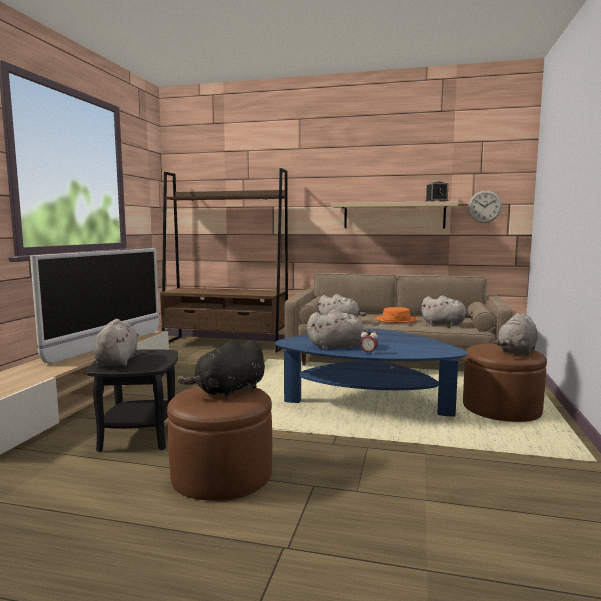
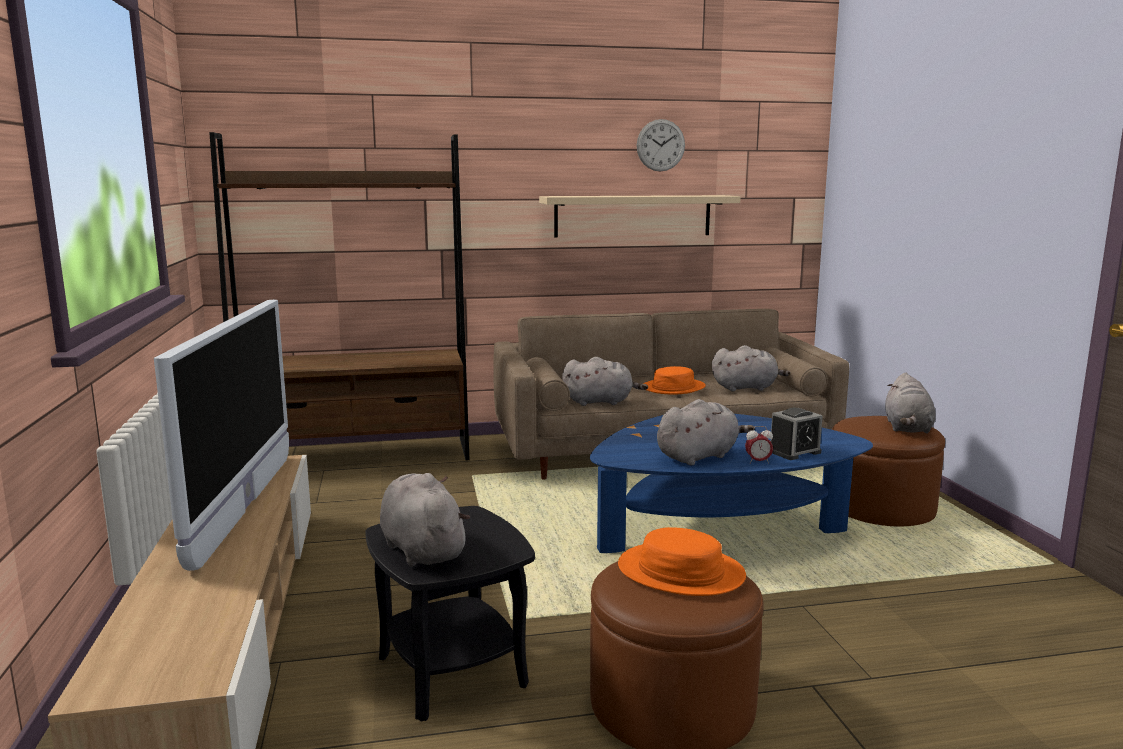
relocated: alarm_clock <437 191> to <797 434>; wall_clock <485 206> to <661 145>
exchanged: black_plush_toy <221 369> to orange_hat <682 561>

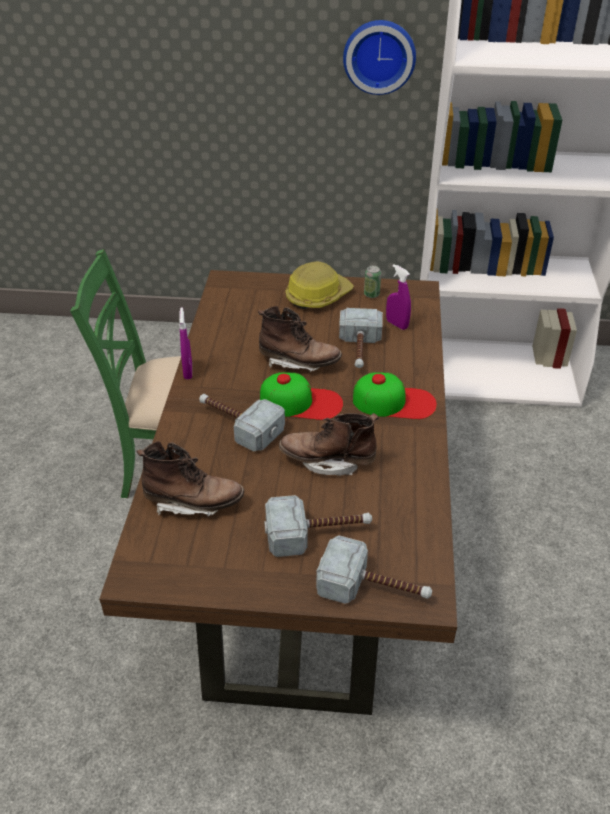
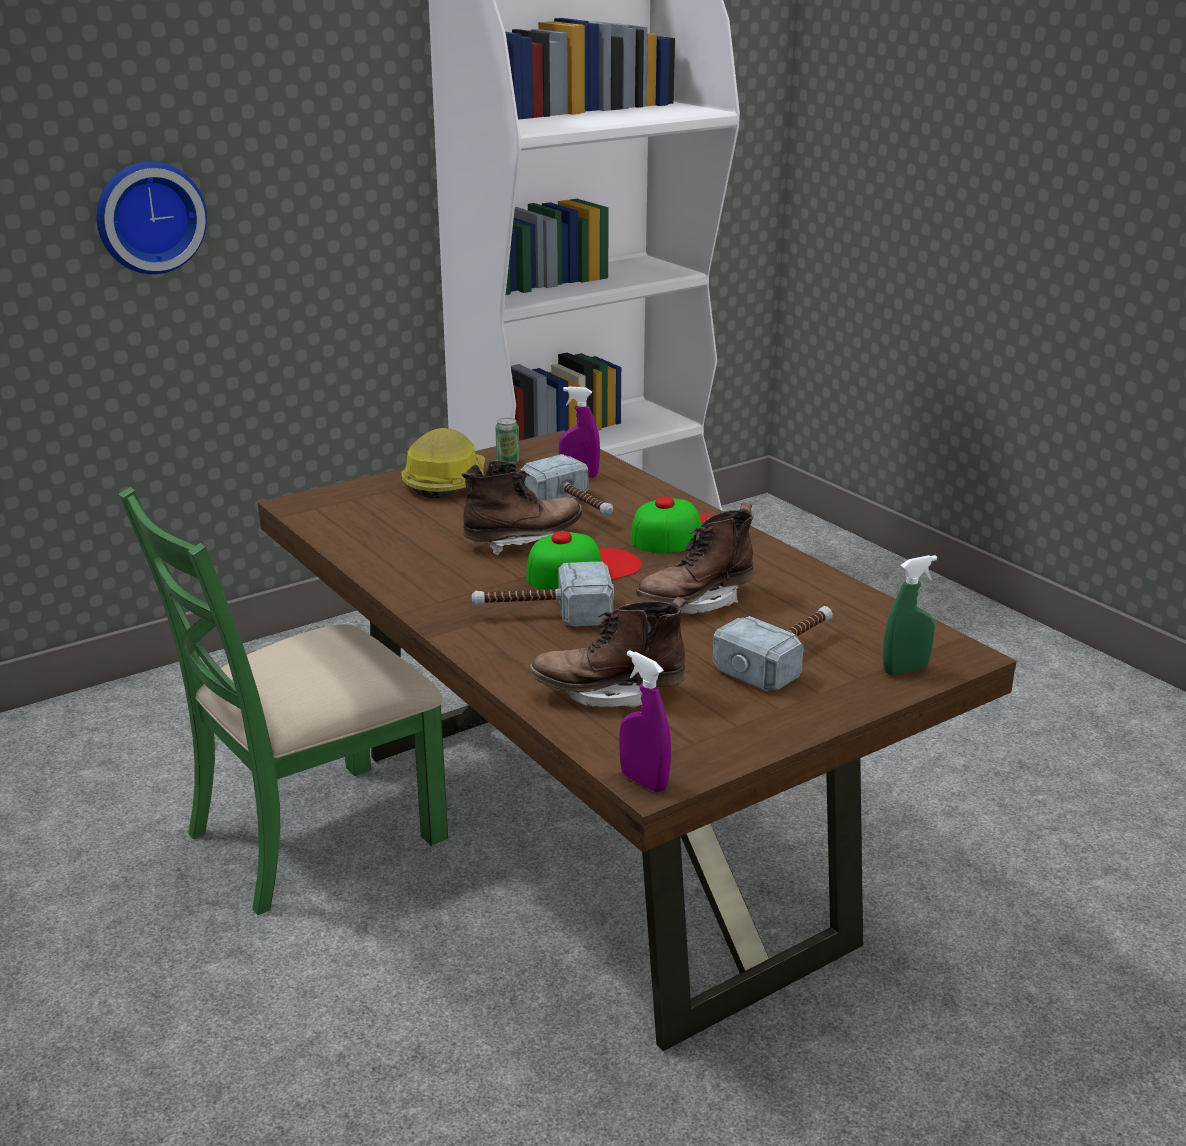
relocated: purple_spray_bottle <185 343> to <645 721>; wall_clock <379 57> to <152 217>
exchanged: hammer <374 569> to green_spray_bottle <910 615>
spun: brown_boot <190 479> = <608 652> 150 degrees counterclockwise

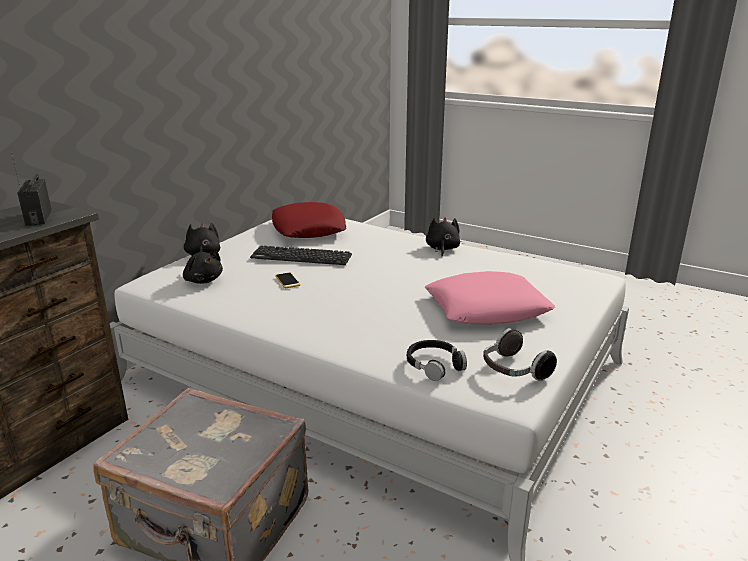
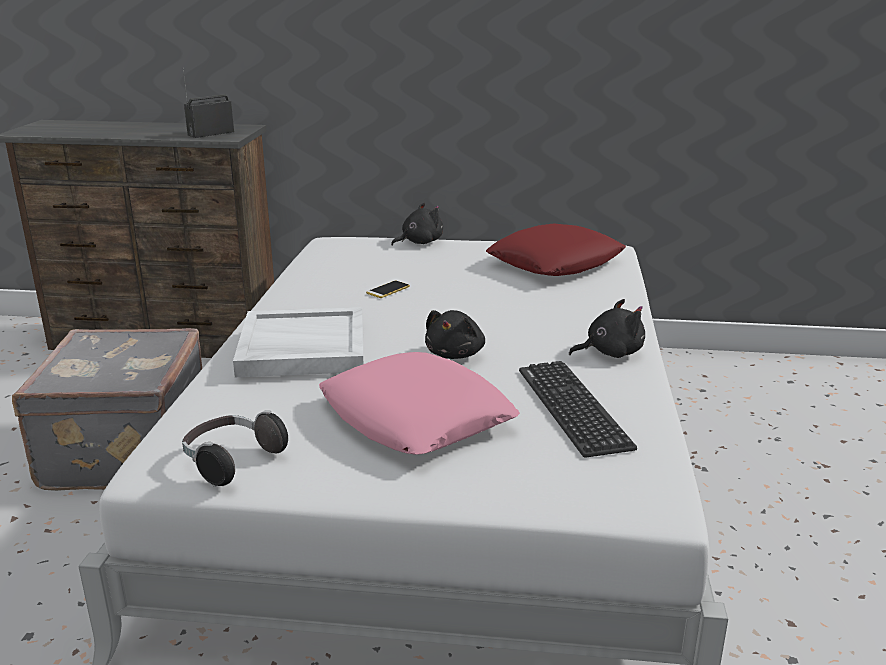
missing: black_headphones <437 360>
appeared: white_tray <298 342>
relocated: black_plush_toy <203 267> to <455 334>; keyboard <301 255> to <578 409>

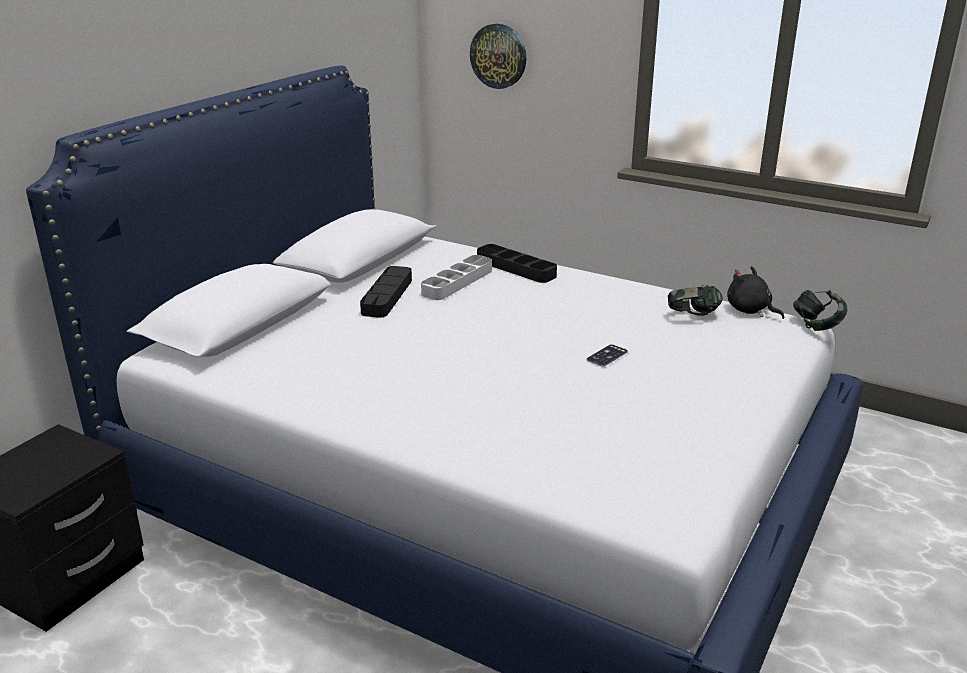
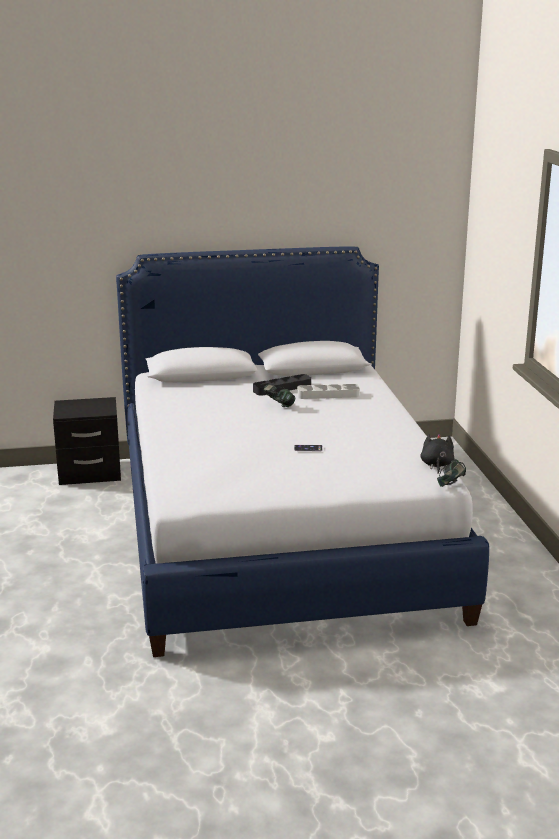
missing: wall_clock <498 56>; black_tray <517 263>
relocated: headphones <695 300> to <279 396>

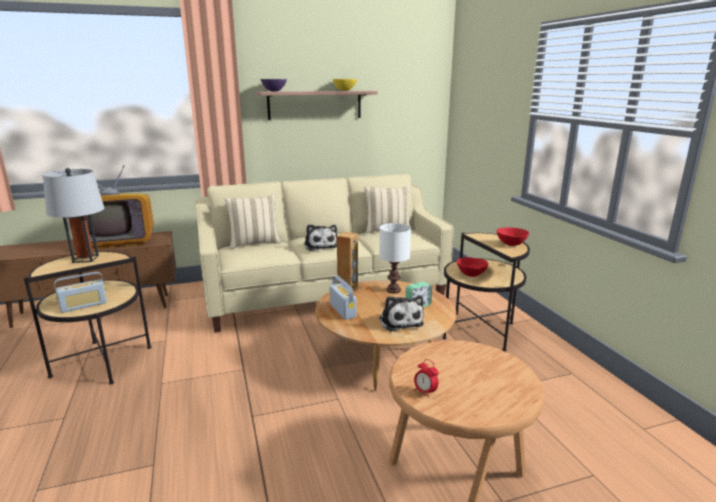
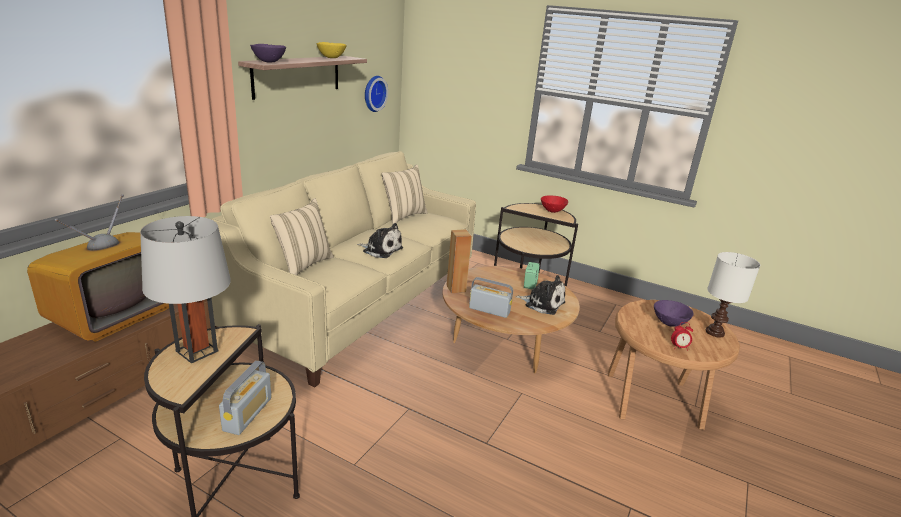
missing: red_bowl <472 267>
appeared: wall_clock <376 94>; purple_bowl <674 313>
relocated: white_table_lamp <395 258> to <733 295>

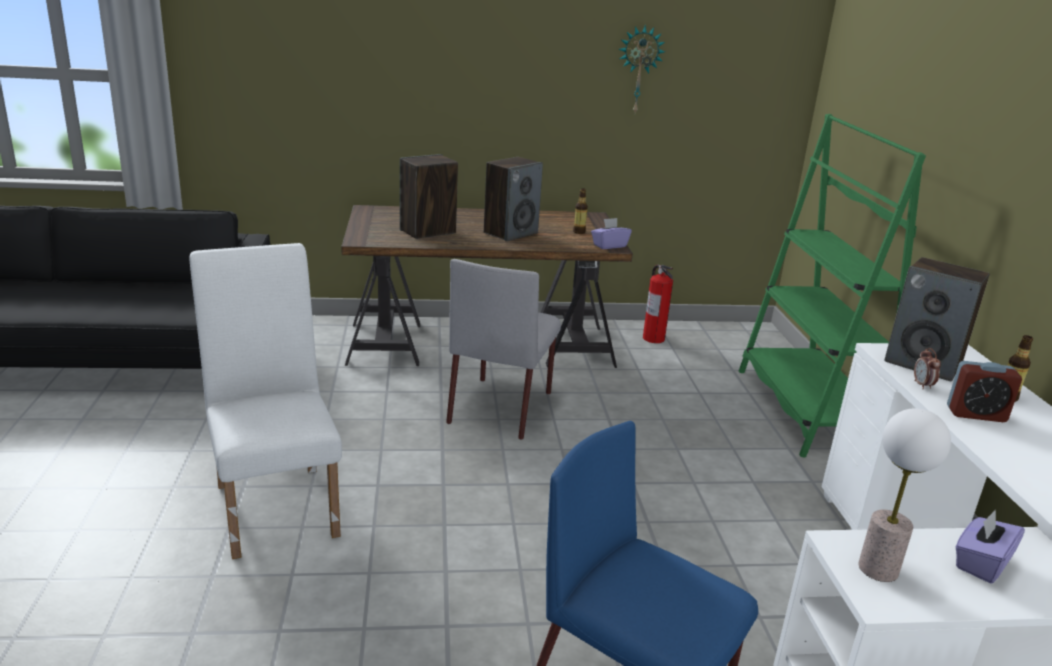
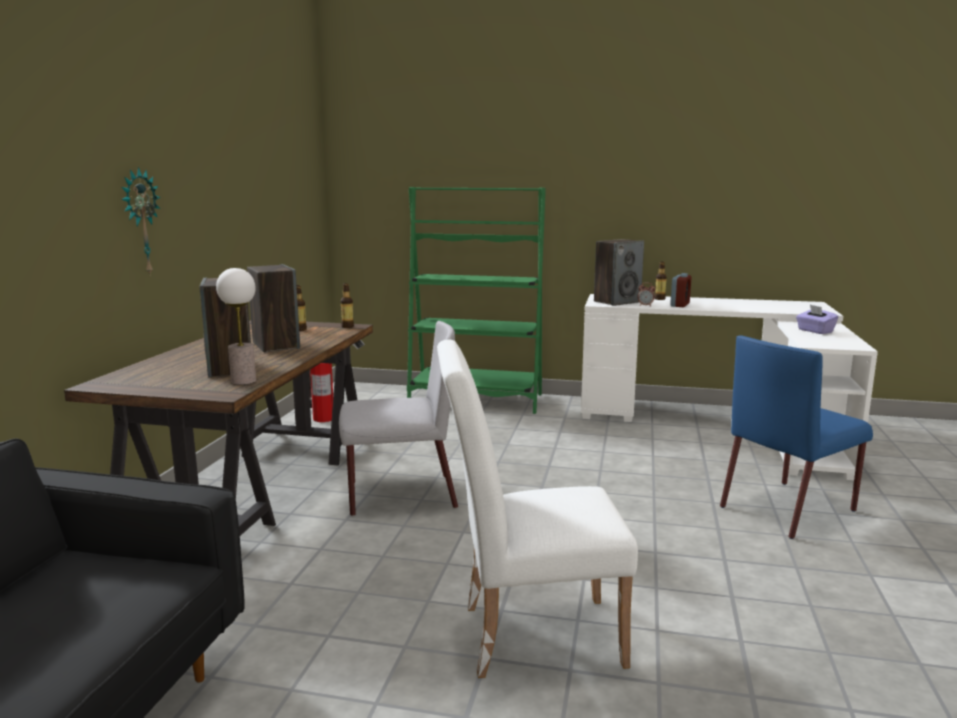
relocated: wall_clock <641 69> to <141 221>; table_lamp <904 495> to <236 326>
exchanged: purple_tissue_box <611 233> to bottle <347 305>
spun: grey_chair <503 349> = <398 418> 45 degrees counterclockwise

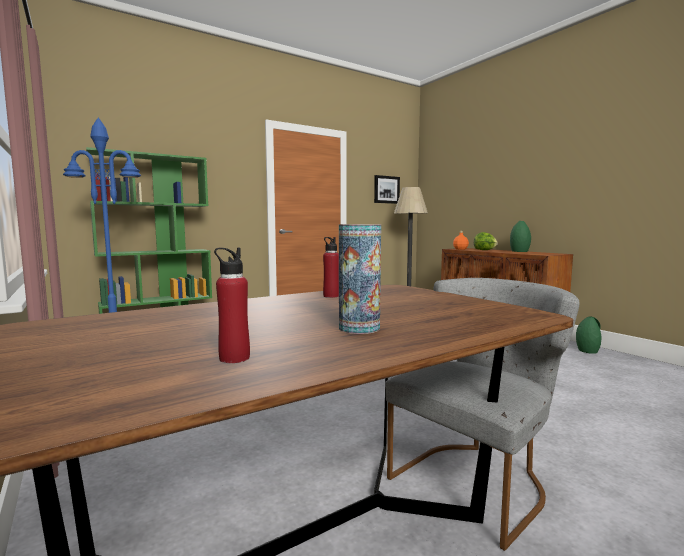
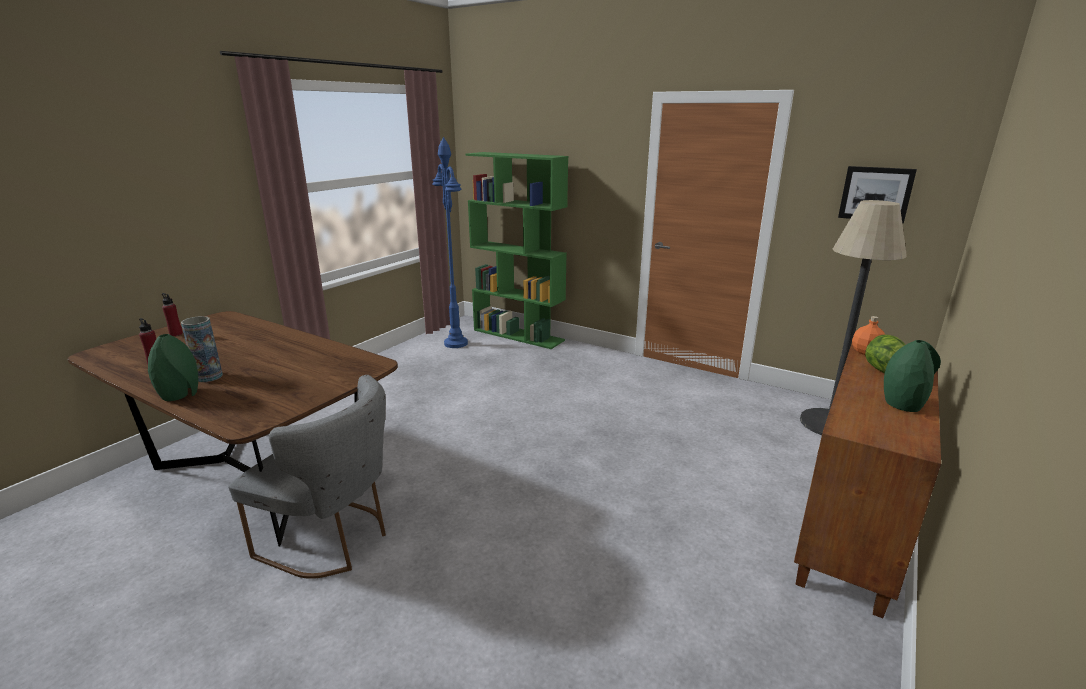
relocated: red_bottle <331 267> to <172 314>; green_vase <588 335> to <173 367>

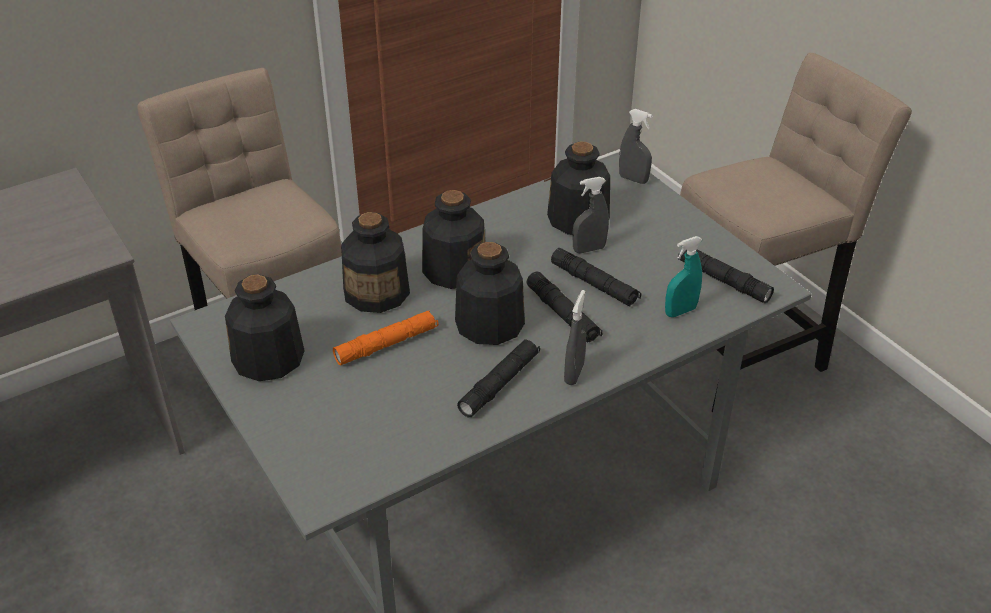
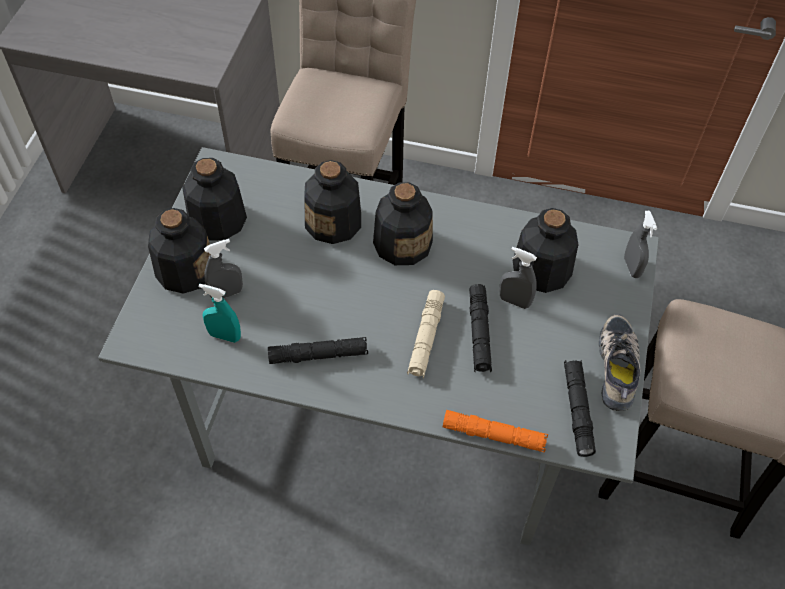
appeared: shoe <619 362>
relocated: orange_flashlight <386 337> to <495 431>; bottle <490 293> to <179 251>; grey_spray_bottle <575 337> to <223 268>; turquoise_spray_bottle <683 276> to <220 313>
colour: black_flashlight <565 307> to beige_flashlight <426 334>

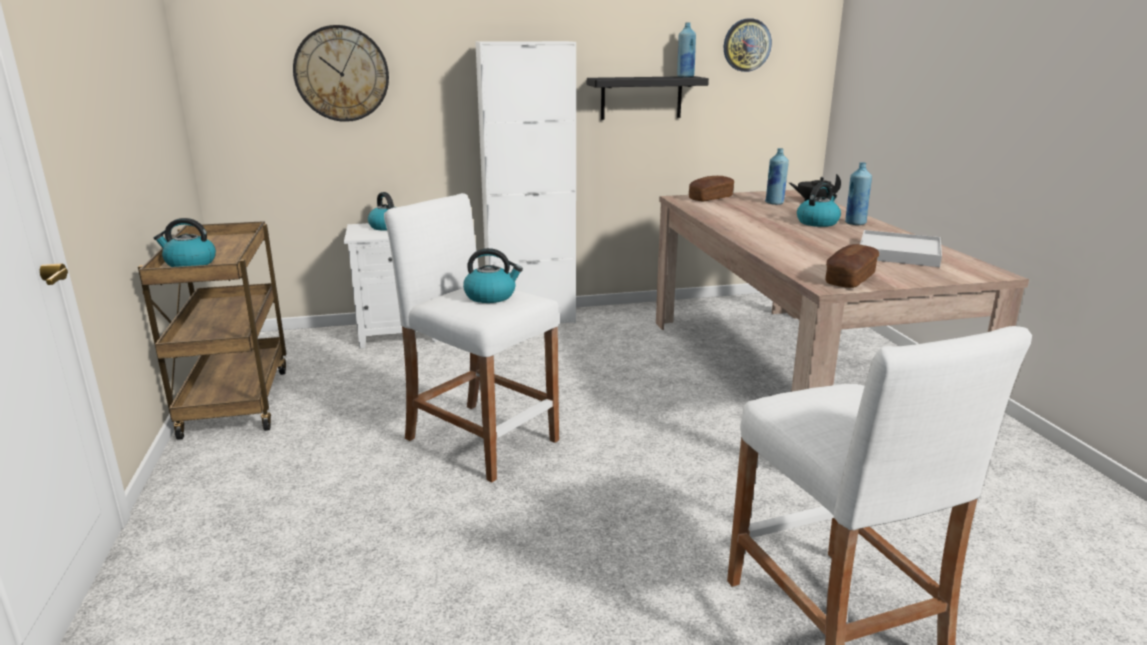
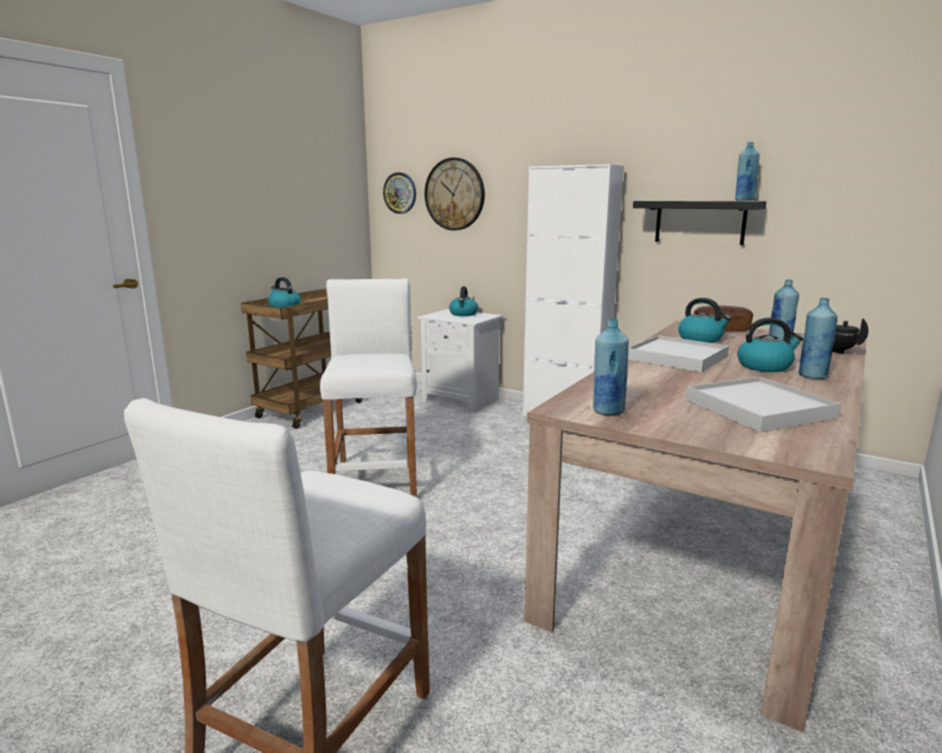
appeared: white_tray <678 353>
relocated: kettle <493 275> to <704 320>; wall_clock <748 45> to <399 193>
exchanged: bread <852 266> to blue_bottle <611 367>

